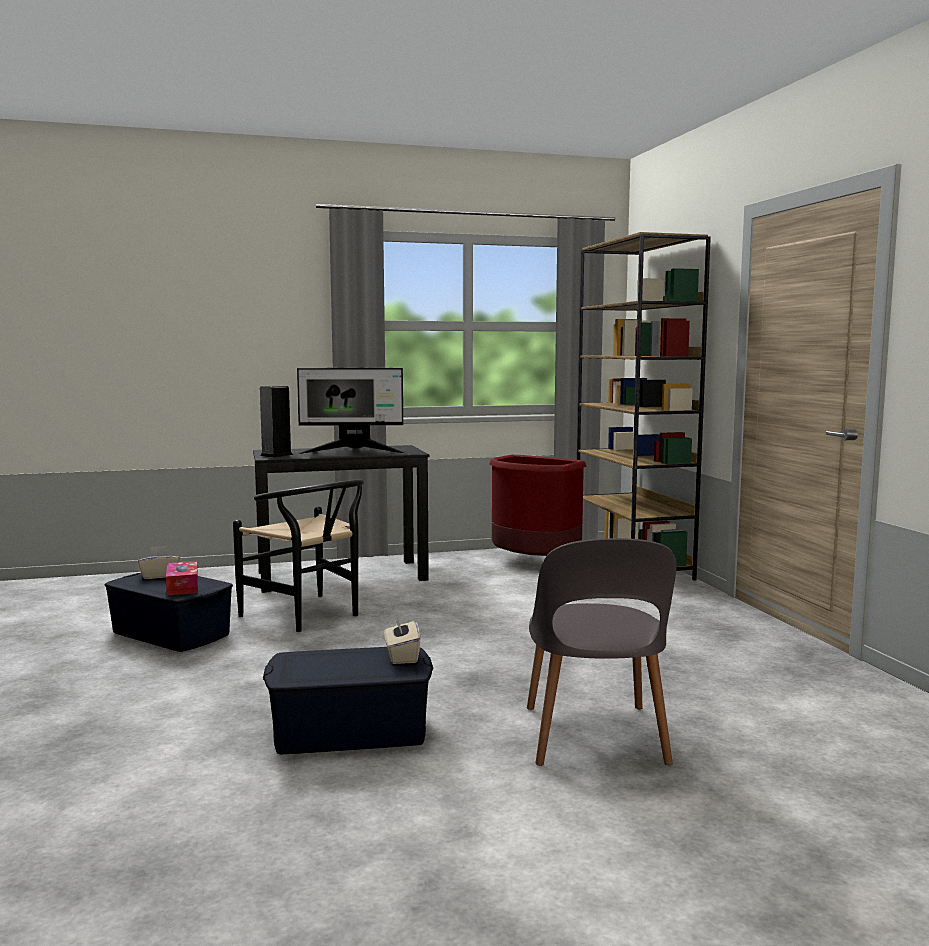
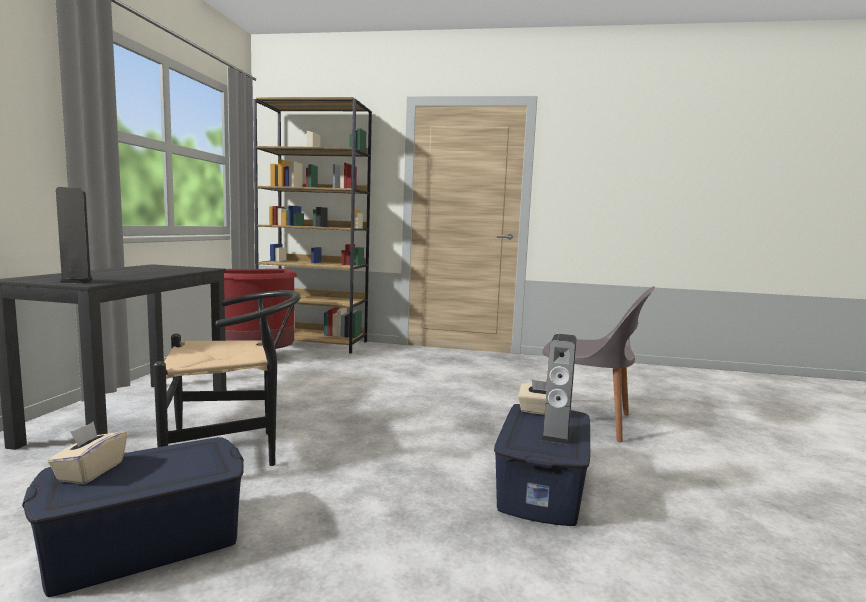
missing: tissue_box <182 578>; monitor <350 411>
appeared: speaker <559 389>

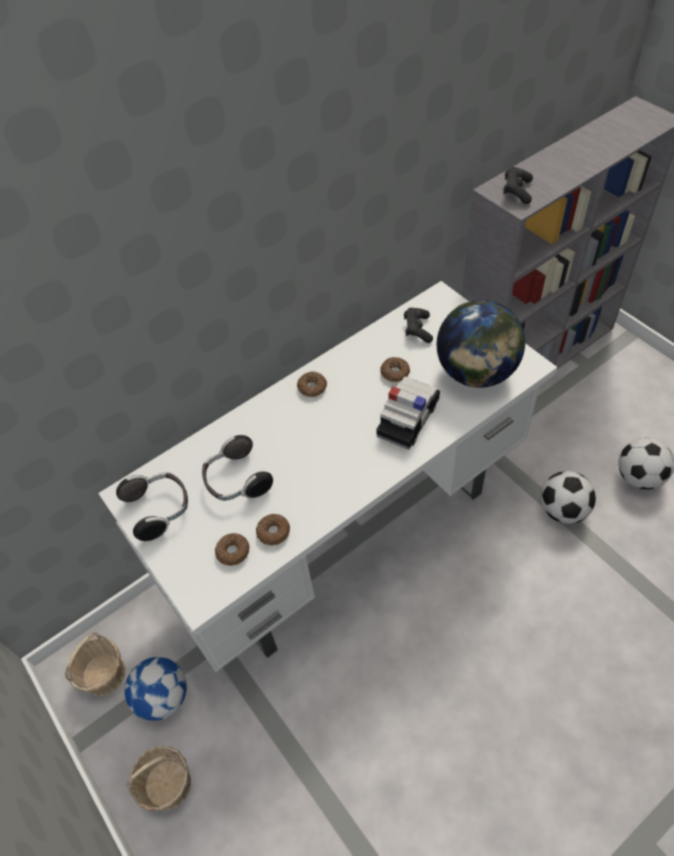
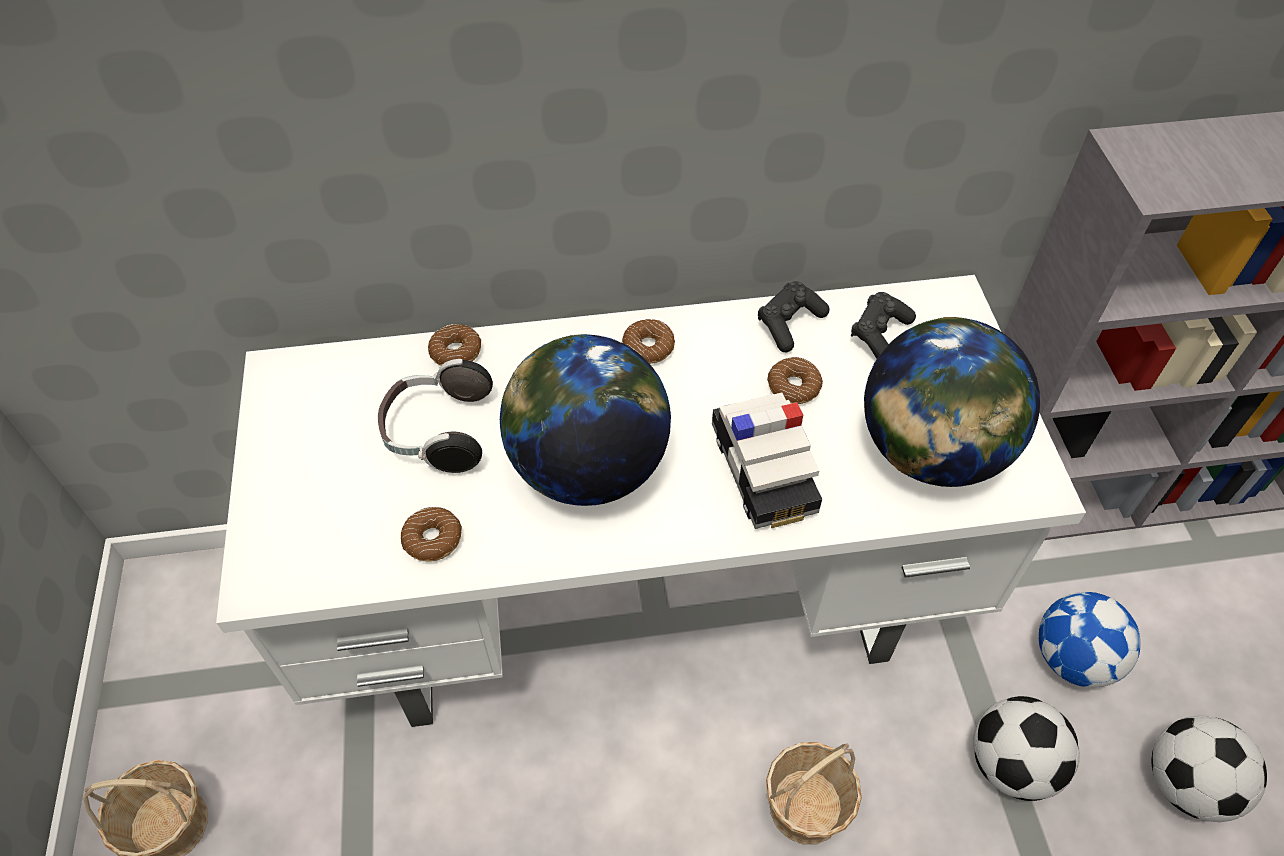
missing: headphones <152 506>
appeared: globe <585 420>
relocated: basket <95 664> to <814 793>; football <156 689> to <1090 640>; donut <232 549> to <454 345>; black_game_controller <518 185> to <794 316>
spun: toy_car <408 413> = <767 461> 105 degrees clockwise

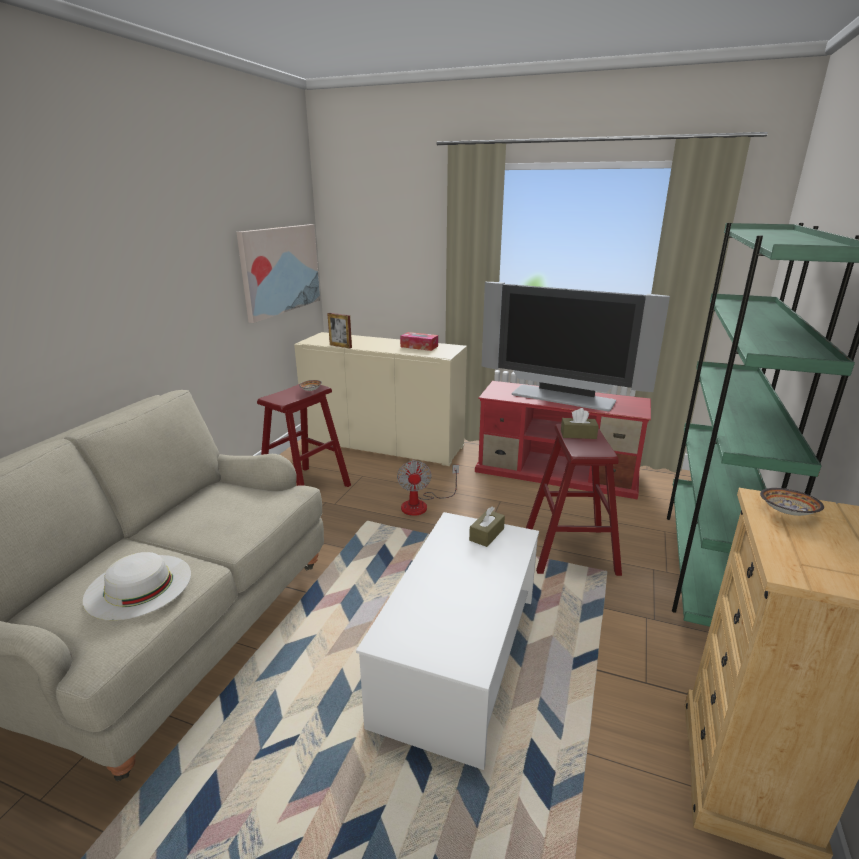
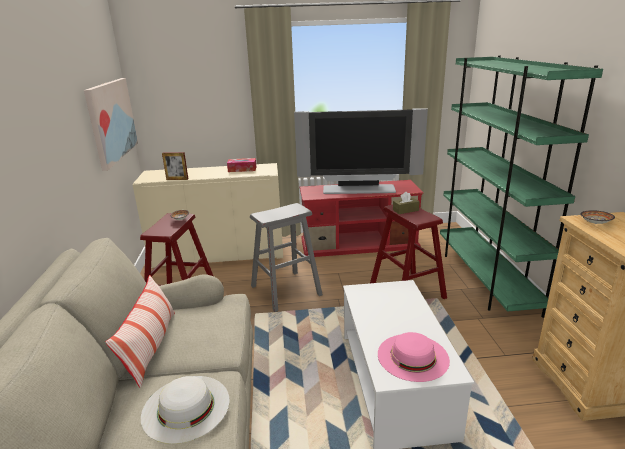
missing: brown_tissue_box <487 527>
appeared: pillow <140 331>; pink_hat <414 357>
exchanged: fan <428 488> to grey_stool <286 257>

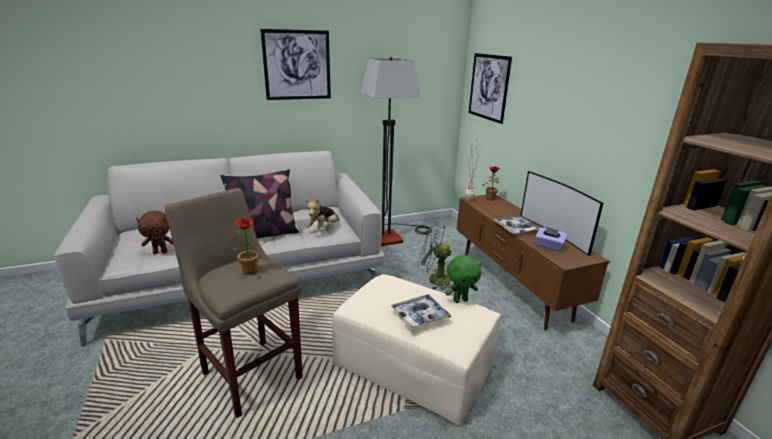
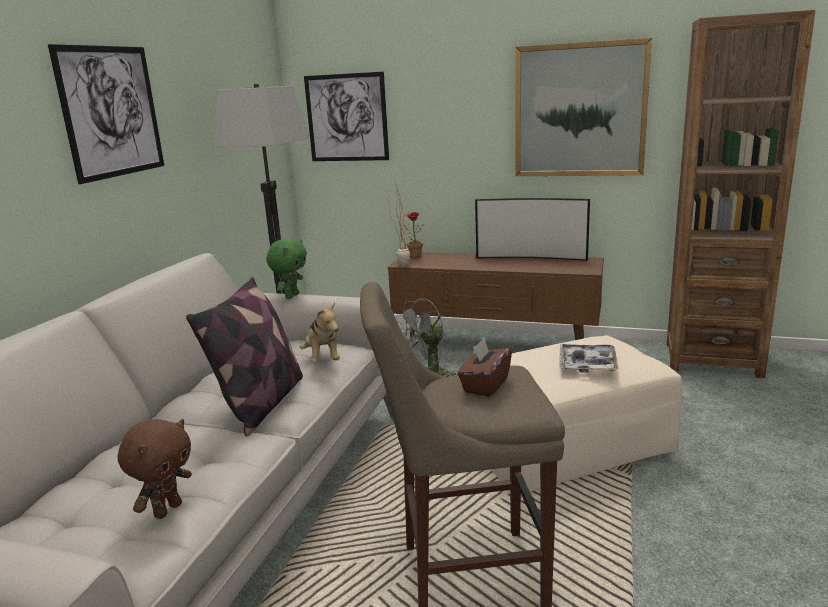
missing: tray <516 224>; purple_tissue_box <551 239>
appeared: picture <583 107>
relocated: green_plush_toy <463 279> to <287 269>
exchanged: potted_plant <250 246> to brown_tissue_box <485 367>

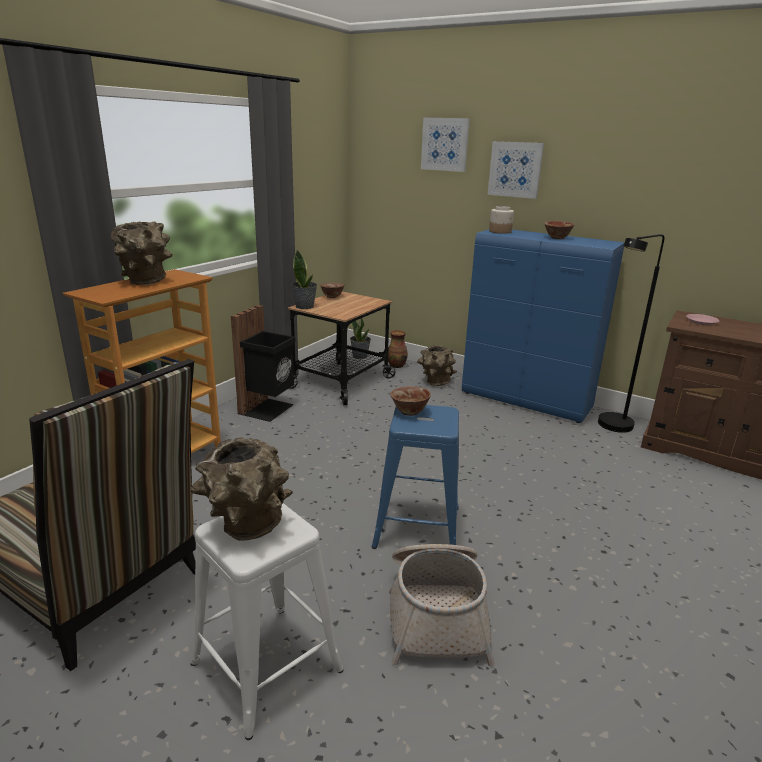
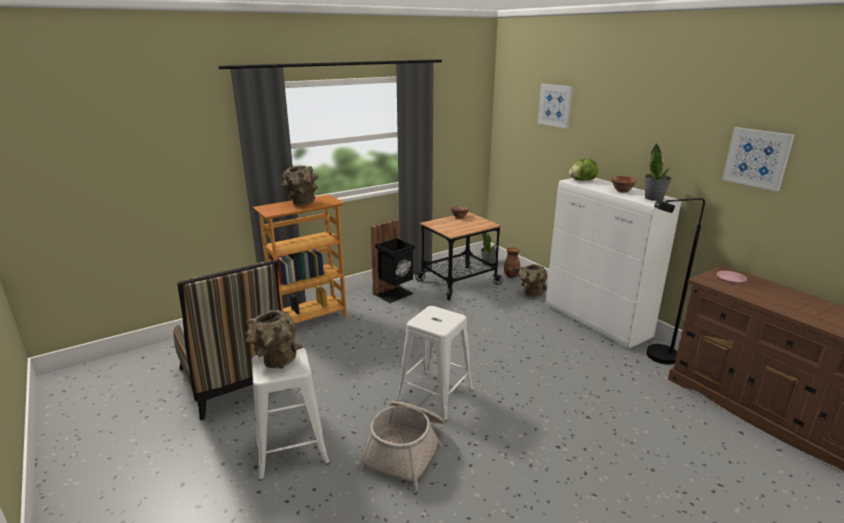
missing: bowl <410 401>
relocated: potted_plant <304 279> to <658 172>; picture <516 170> to <758 159>
exchanged: jar <501 220> to lettuce <583 170>
colour: blue_stool <415 477> to white_stool <435 364>; blue_cabinet <543 326> to white_cabinet <614 263>

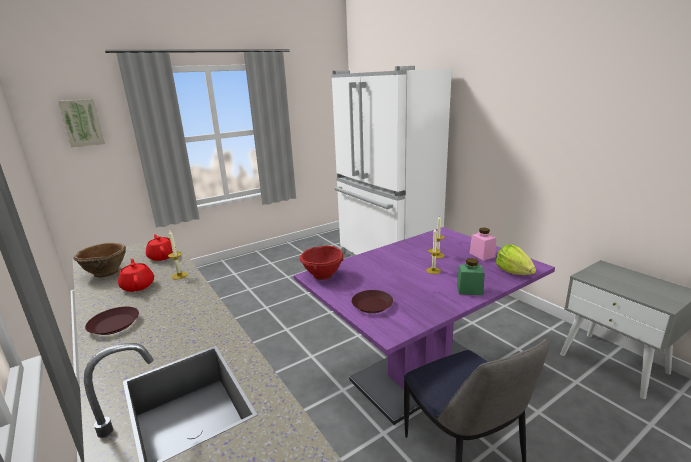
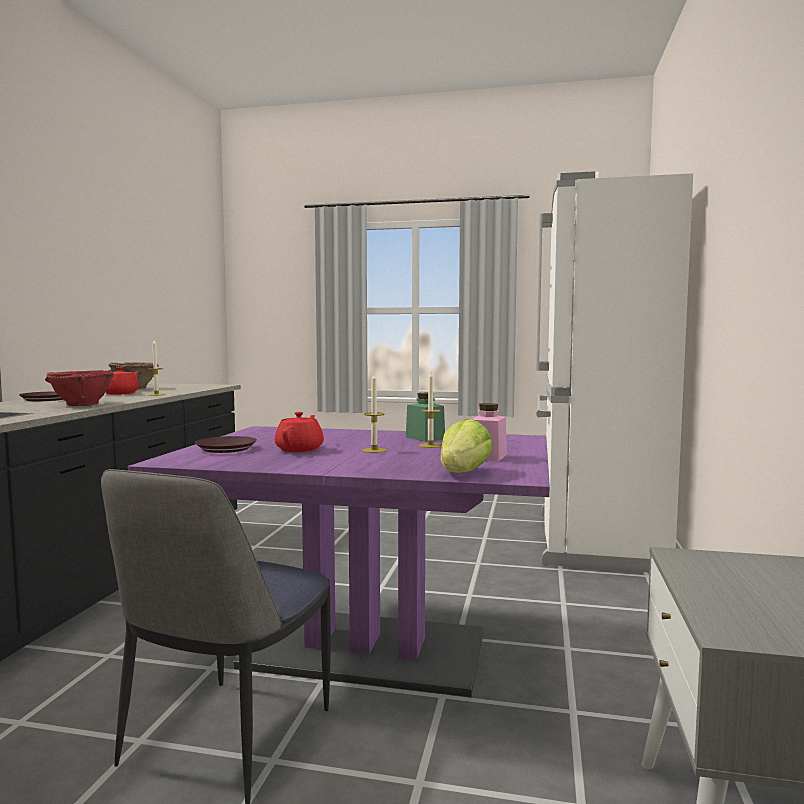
missing: picture <81 123>
relocated: red_teapot <161 247> to <299 432>; red_bowl <321 262> to <79 387>; green_jar <470 276> to <425 417>

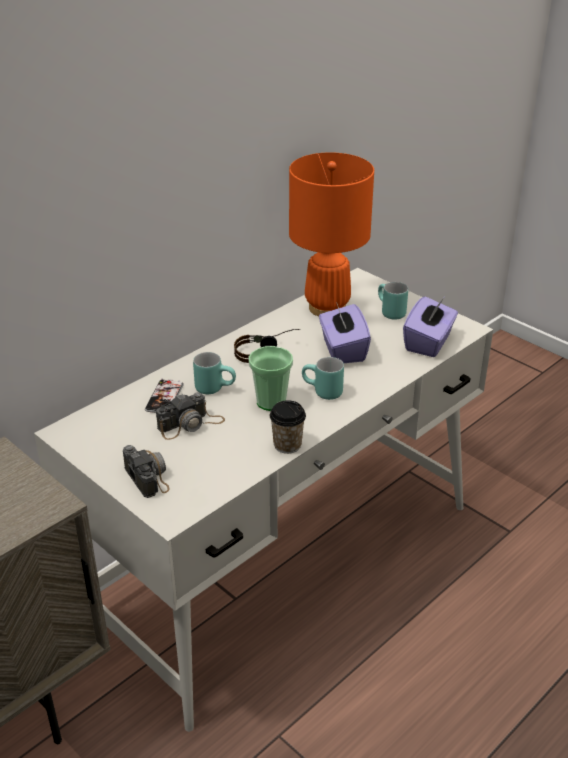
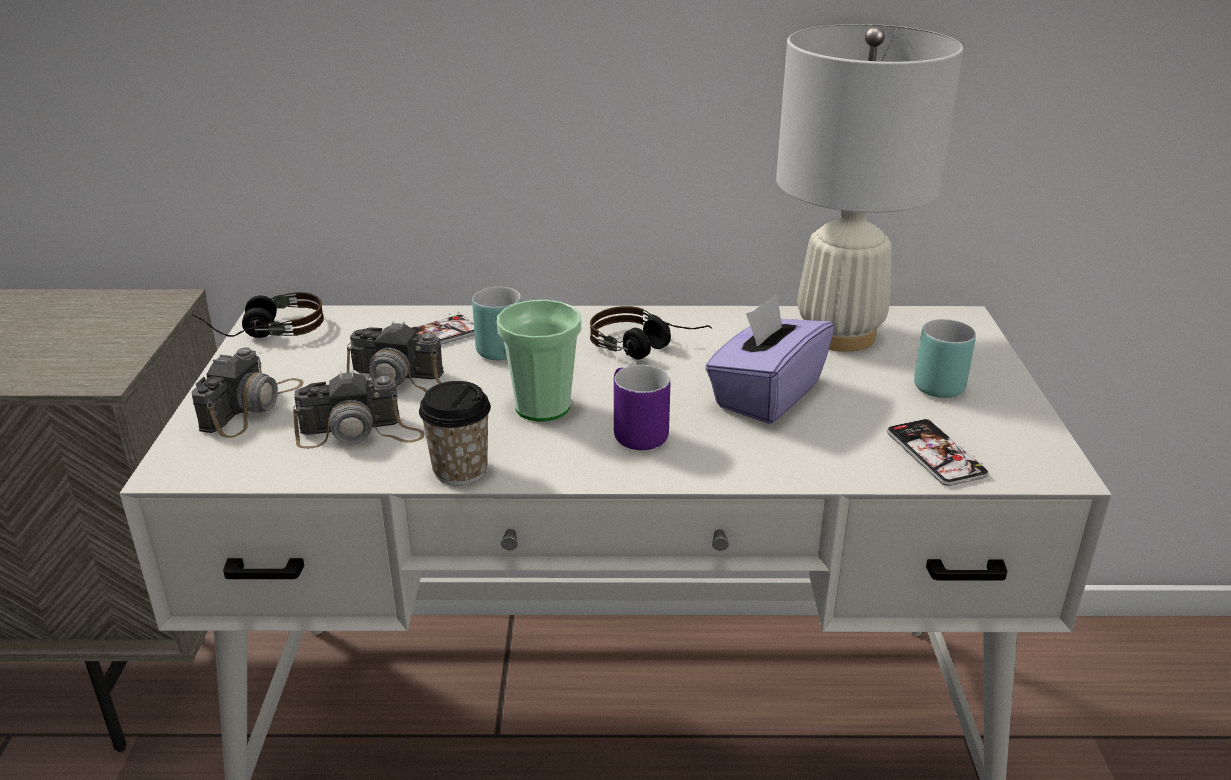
appeared: headphones <258 315>; photo_camera <359 409>
exchanged: purple_tissue_box <430 326> to phone <938 452>
colour: orange_table_lamp <331 234> to white_table_lamp <869 188>; turquoise_mug <323 378> to purple_mug <642 407>

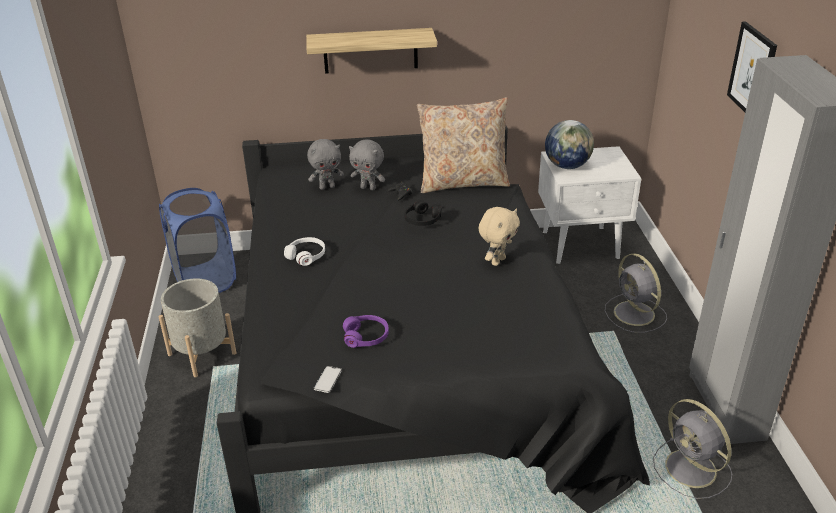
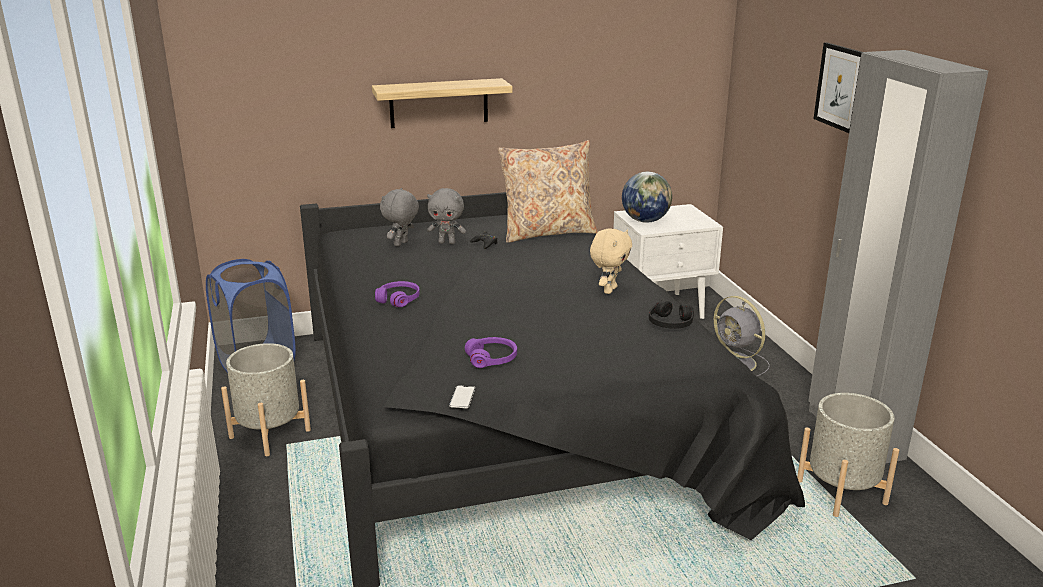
relocated: black_headphones <422 213> to <671 314>
exchanged: grey_fan <692 449> to grey_planter <848 455>
colour: white_headphones <304 251> to purple_headphones <397 294>
spun: grey_plush_toy <325 164> = <399 217> 150 degrees clockwise

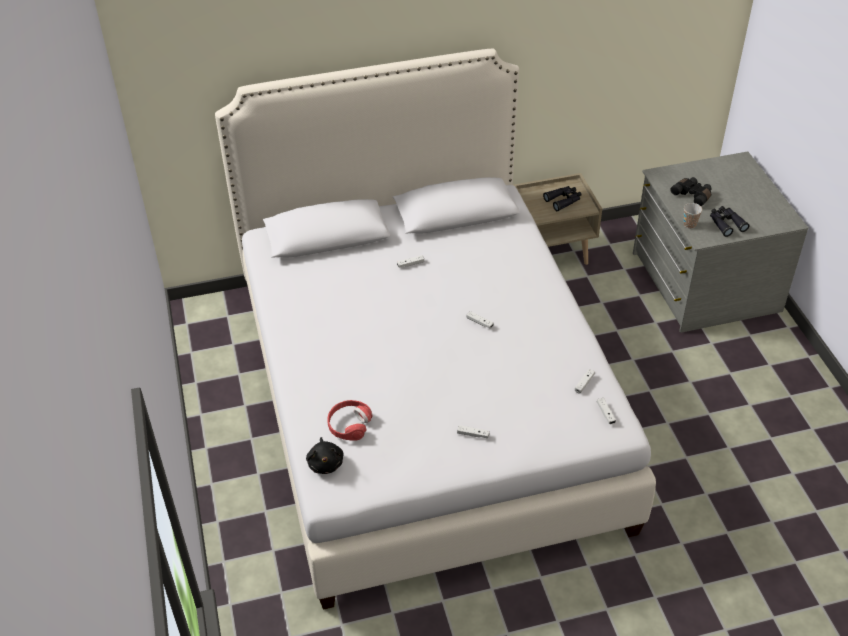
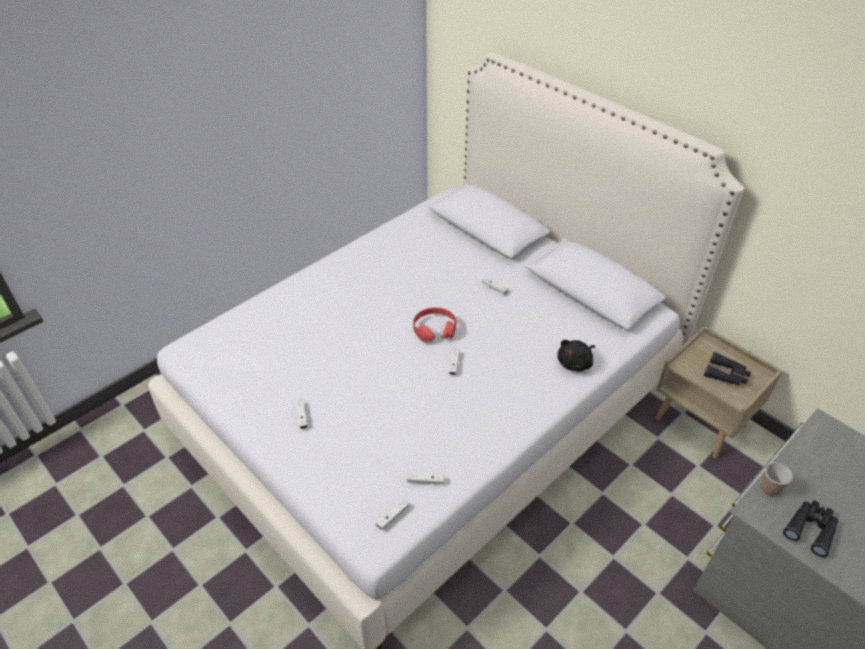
missing: black_binoculars <691 191>
relocated: black_plush_toy <325 455> to <576 355>; red_headphones <349 420> to <435 325>

